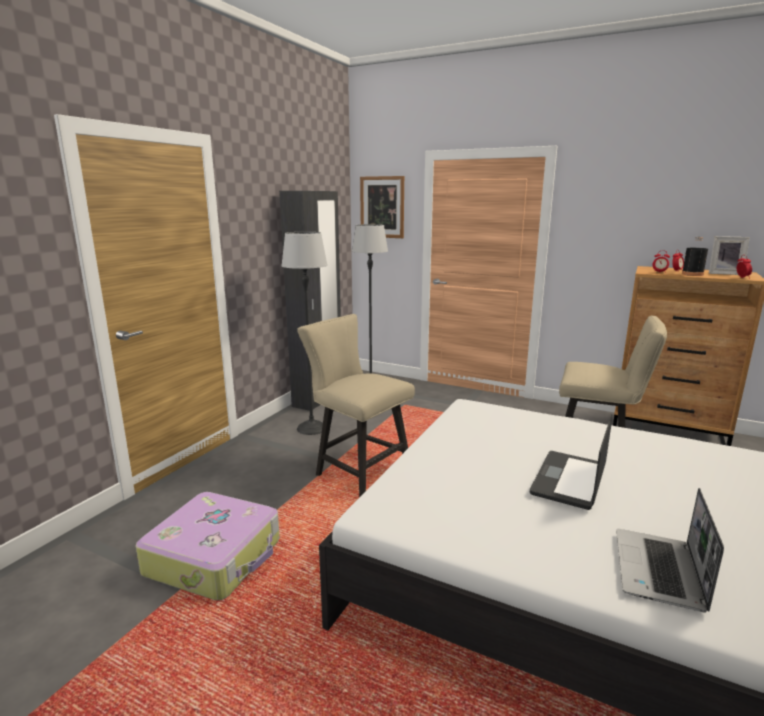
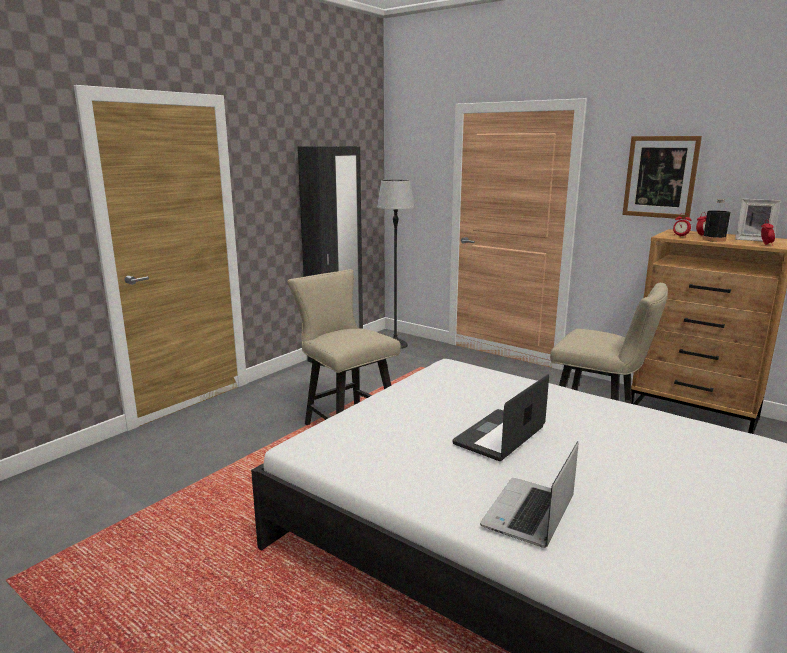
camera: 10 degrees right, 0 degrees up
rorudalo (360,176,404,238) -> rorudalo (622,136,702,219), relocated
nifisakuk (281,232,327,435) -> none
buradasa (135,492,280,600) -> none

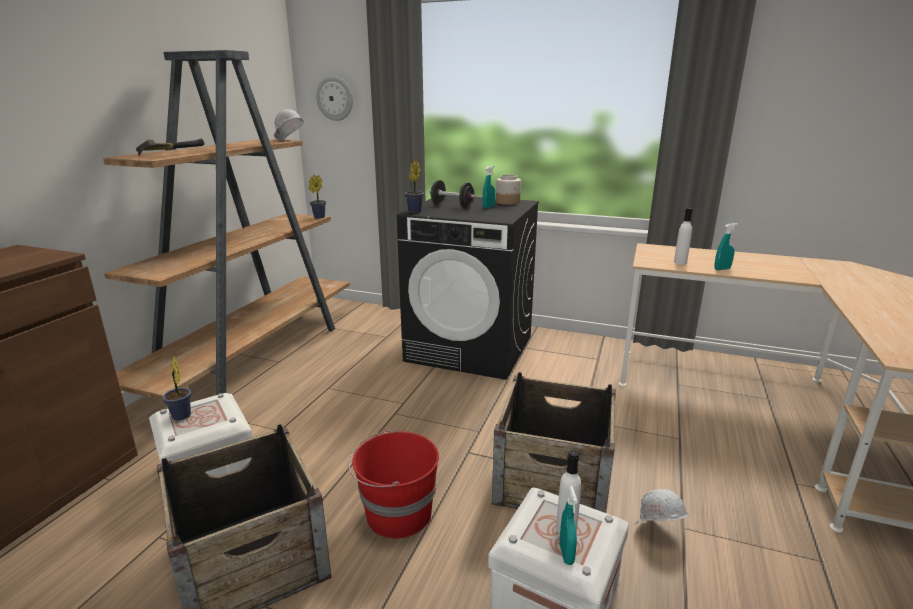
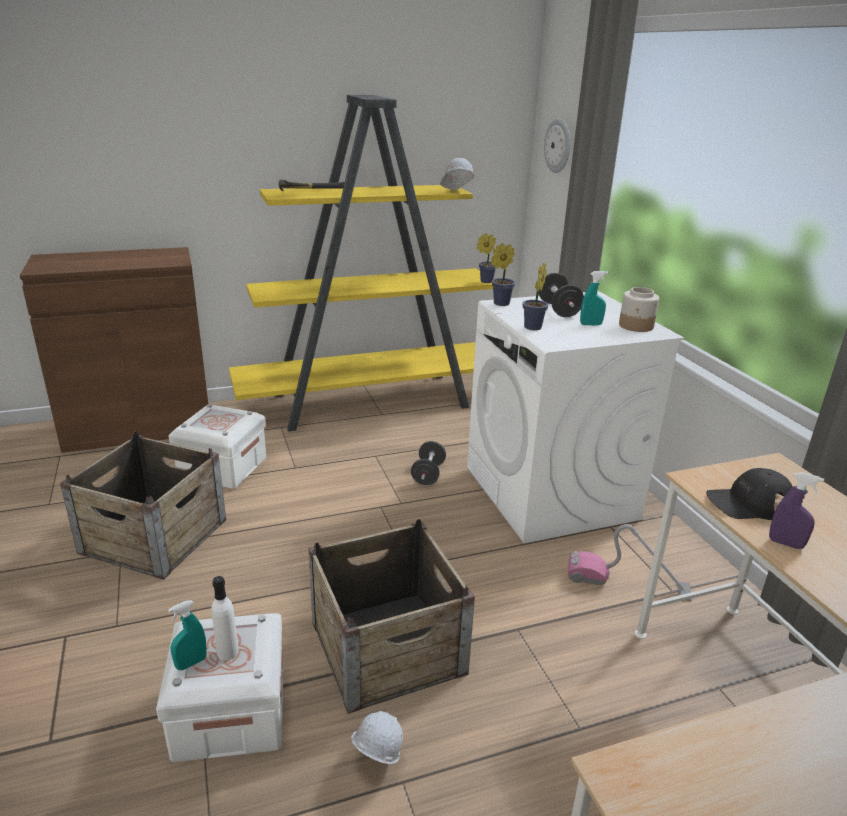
camera: 50 degrees right, 5 degrees up
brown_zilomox (103,50,350,401) -> yellow_zilomox (229,95,493,432)
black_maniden (397,195,539,380) -> white_maniden (467,291,684,543)
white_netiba (674,208,693,265) -> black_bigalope (706,468,793,520)
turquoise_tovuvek (714,223,738,270) -> purple_tovuvek (769,472,824,549)
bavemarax (163,355,191,421) -> bavemarax (523,263,548,330), relocated
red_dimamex (348,429,439,539) -> none
none -> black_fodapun (411,441,446,485)
none -> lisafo (568,524,692,602)

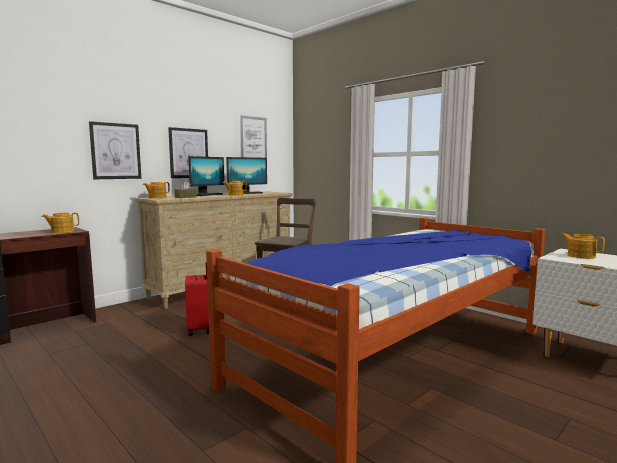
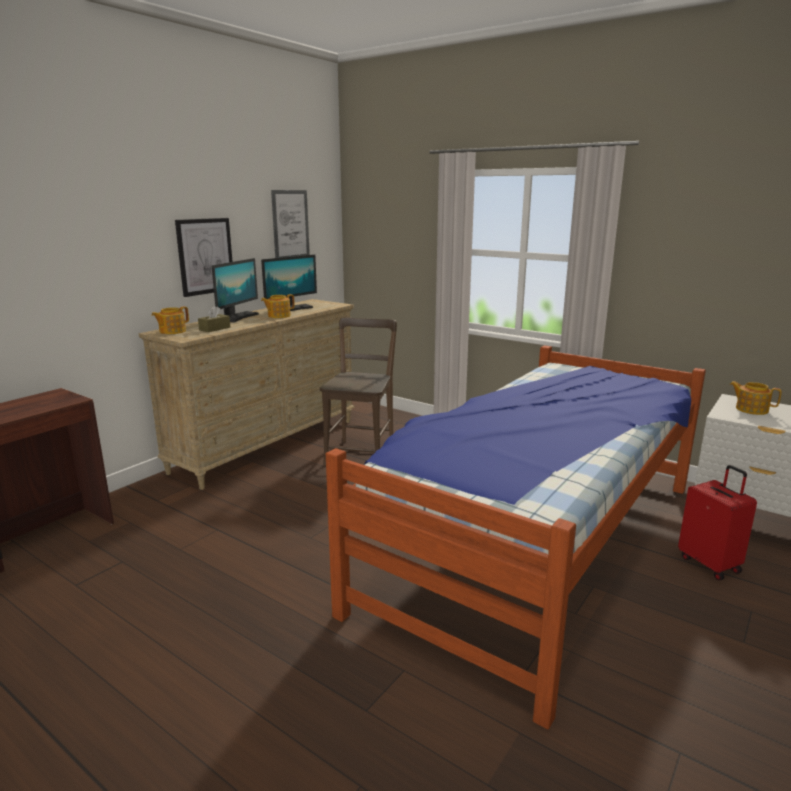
camera: 10 degrees left, 10 degrees up
rorudalo (89,121,141,179) -> none
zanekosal (42,213,79,233) -> none
red_buradasa (185,262,209,336) -> red_buradasa (678,465,757,580), relocated

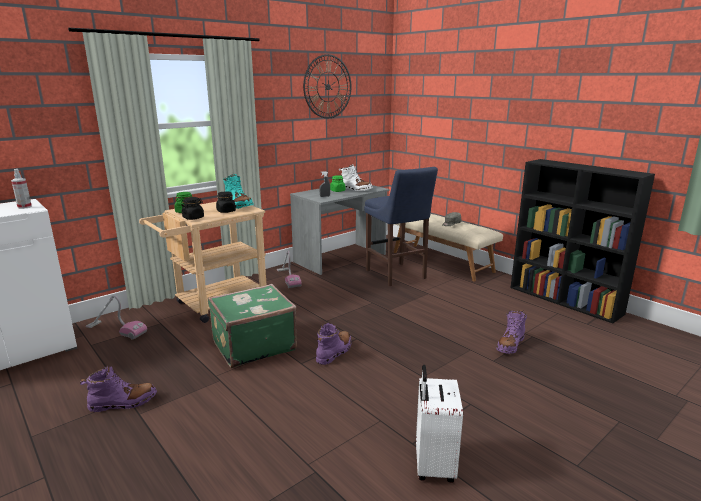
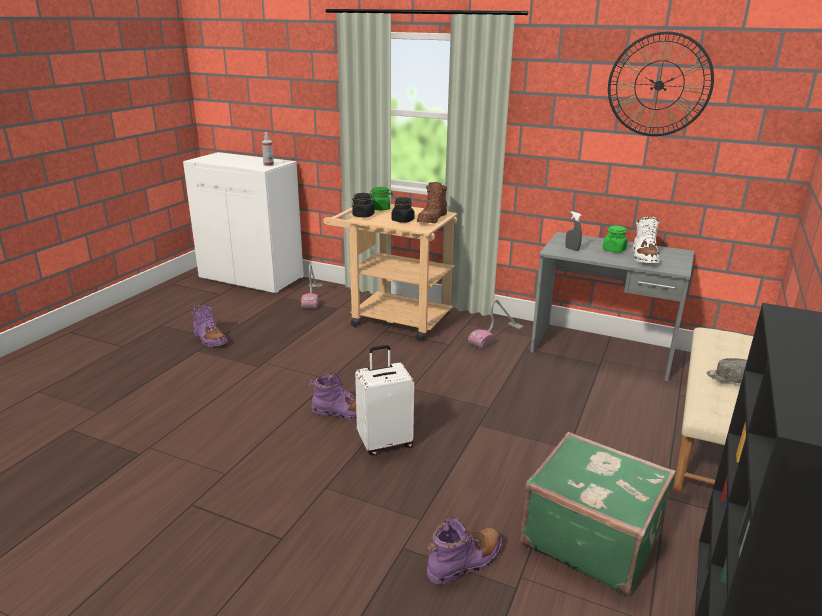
camera: 65 degrees right, 5 degrees up
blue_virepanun (364,167,438,286) -> none
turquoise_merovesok (223,174,254,209) -> brown_merovesok (417,182,447,223)
green_buradasa (208,284,297,368) -> green_buradasa (520,432,676,596), relocated
purple_merovesok (497,310,527,354) -> purple_merovesok (427,517,502,585), 135 degrees clockwise
white_buradasa (416,365,463,482) -> white_buradasa (355,345,414,455), relocated

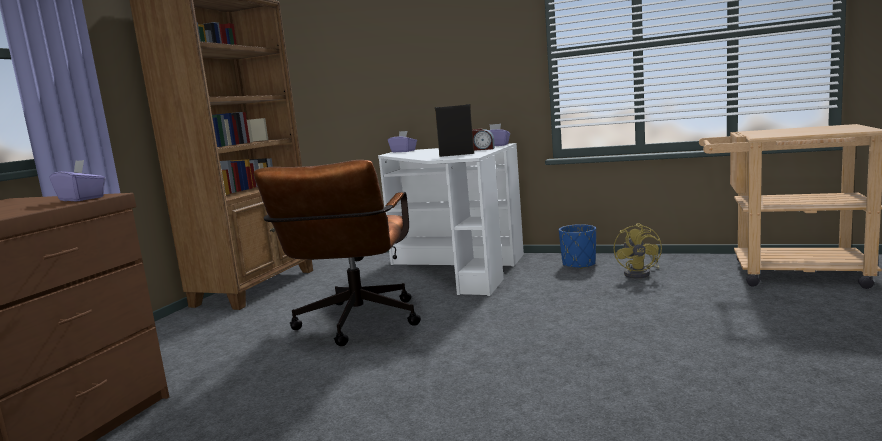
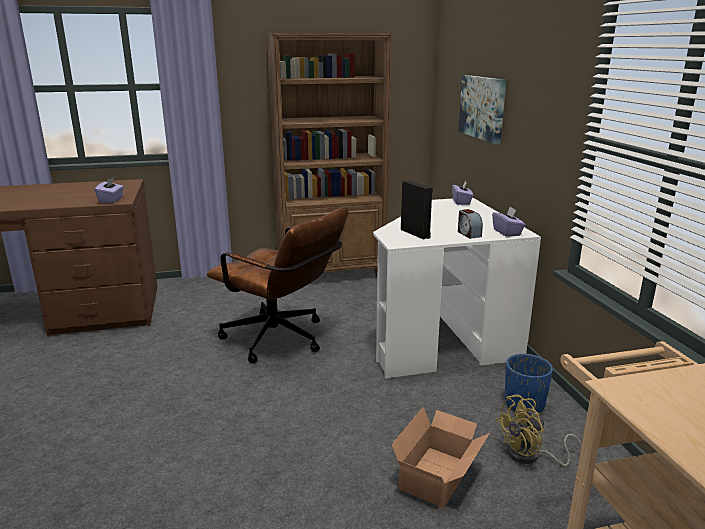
camera: 55 degrees right, 10 degrees up
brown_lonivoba (253,160,421,346) -> brown_lonivoba (207,207,349,363), 120 degrees counterclockwise
none -> rorudalo (458,75,506,144)
none -> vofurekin (391,407,490,508)

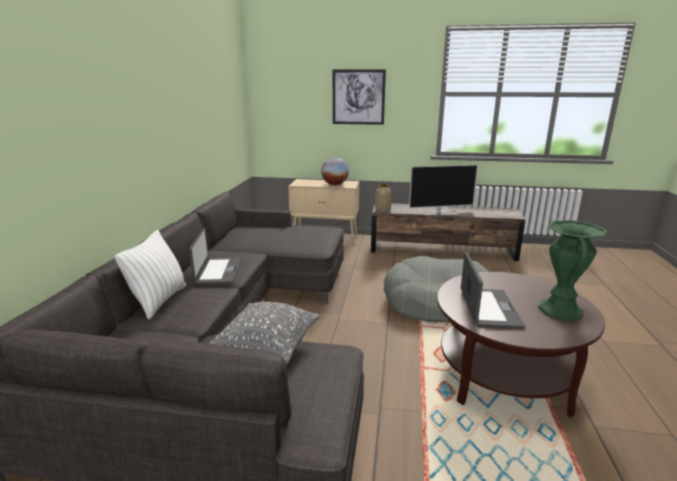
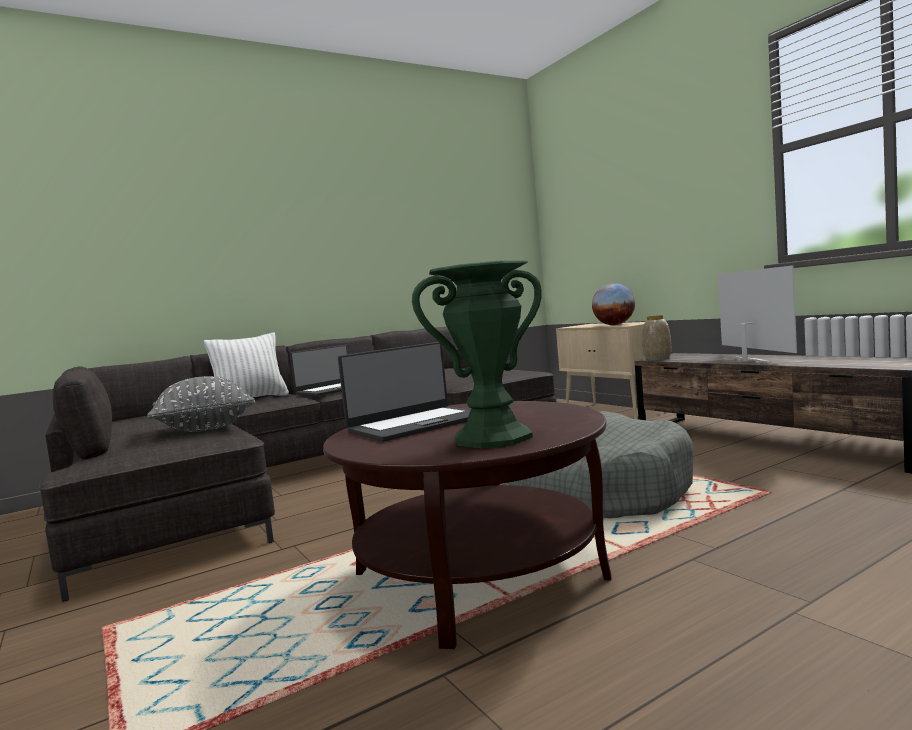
camera: 50 degrees right, 15 degrees down
rorudalo (333,69,386,125) -> none
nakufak (409,164,478,213) -> nakufak (718,265,797,363), 135 degrees counterclockwise

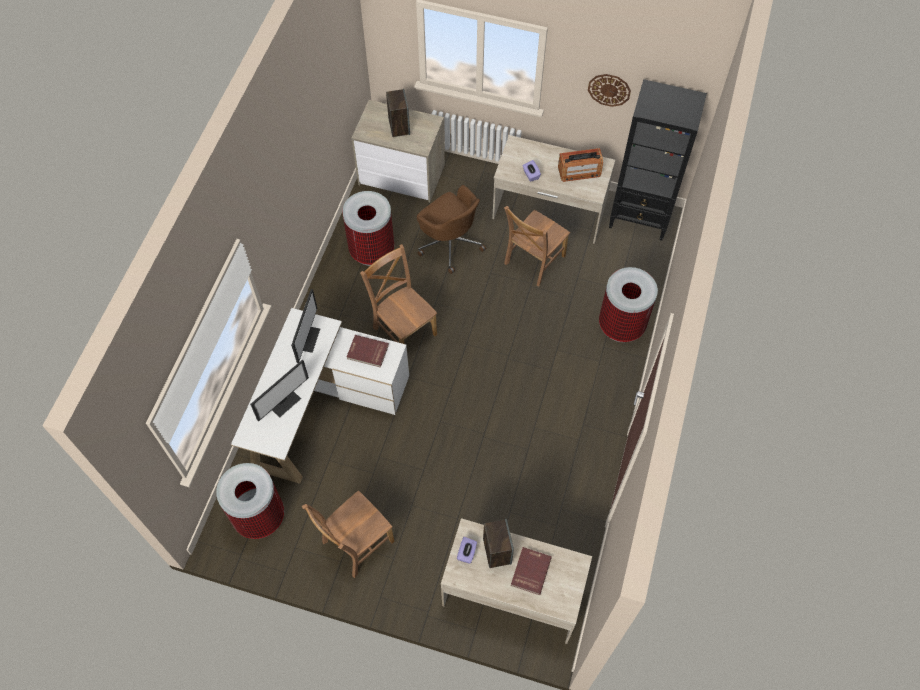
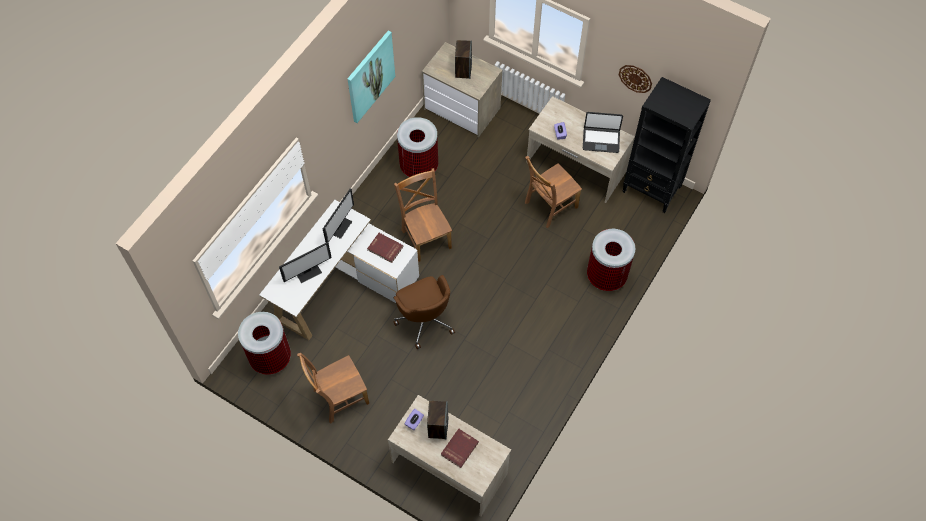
camera: 15 degrees right, 0 degrees up
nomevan (558,148,603,182) -> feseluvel (583,112,623,153)
brown_lonivoba (417,185,486,274) -> brown_lonivoba (393,275,455,349), relocated
none -> rorudalo (347,31,395,123)

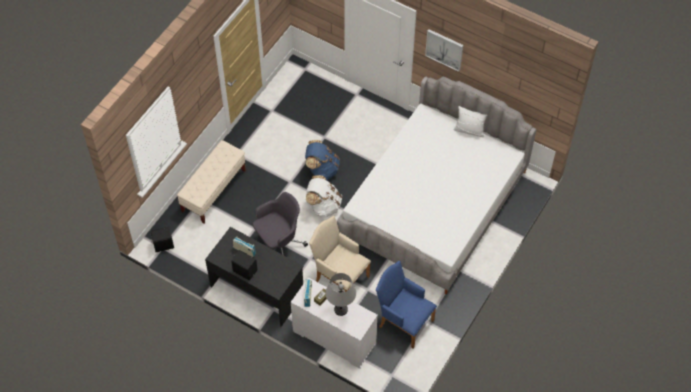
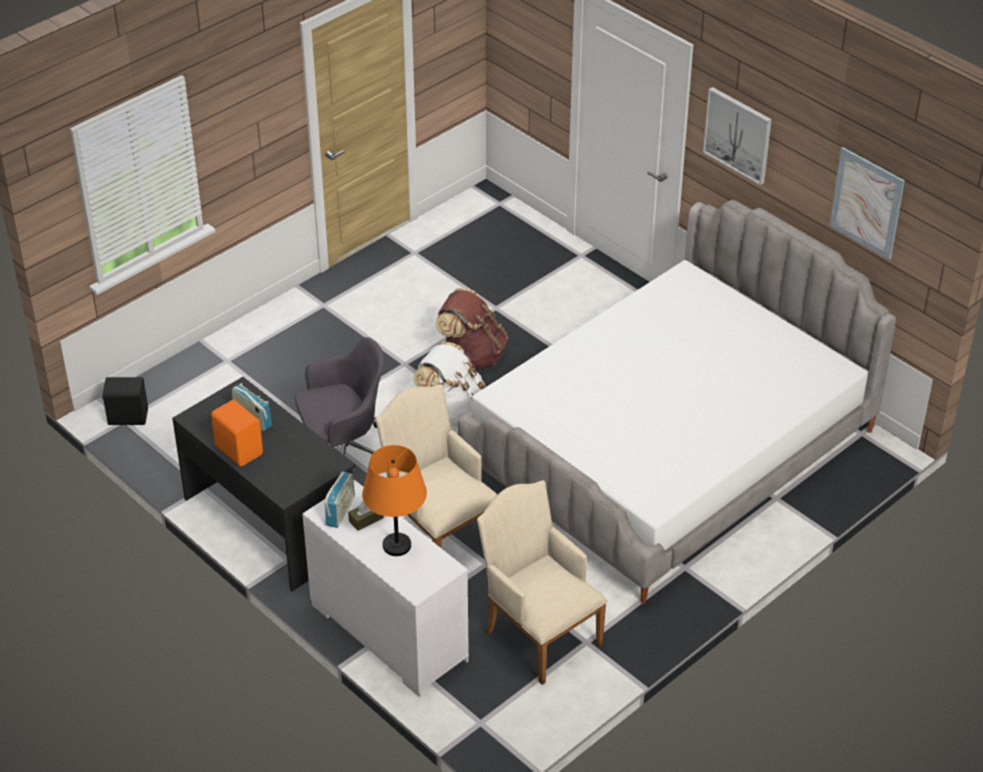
camera: 15 degrees right, 15 degrees down
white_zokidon (454,106,487,137) -> none
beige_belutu (177,140,246,224) -> none
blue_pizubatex (305,140,340,180) -> brown_pizubatex (435,288,508,369)
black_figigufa (231,250,257,280) -> orange_figigufa (211,400,263,467)
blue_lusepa (376,261,437,348) -> beige_lusepa (477,480,608,685)
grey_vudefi (326,273,356,316) -> orange_vudefi (362,445,427,556)
none -> rorudalo (830,147,905,260)

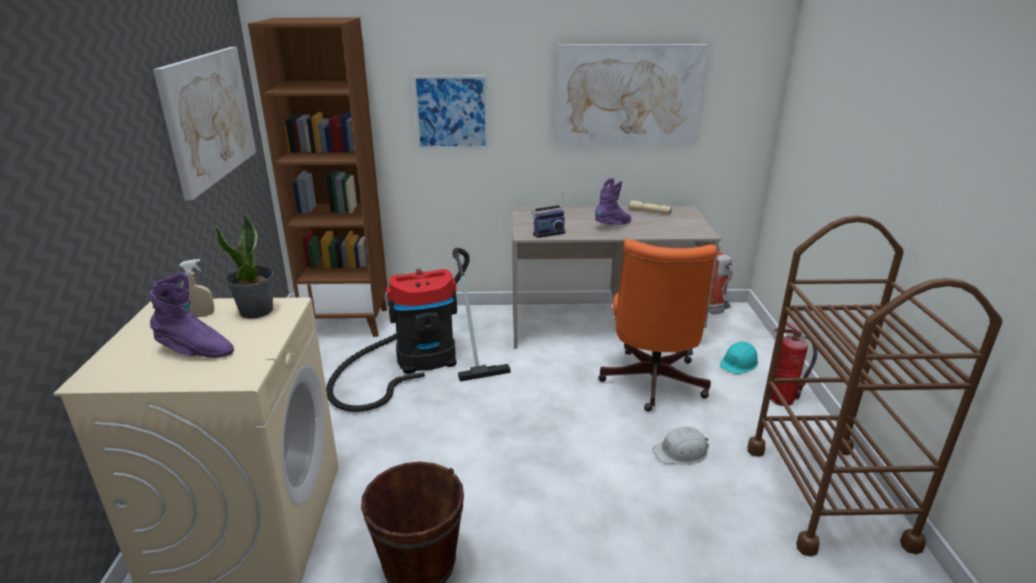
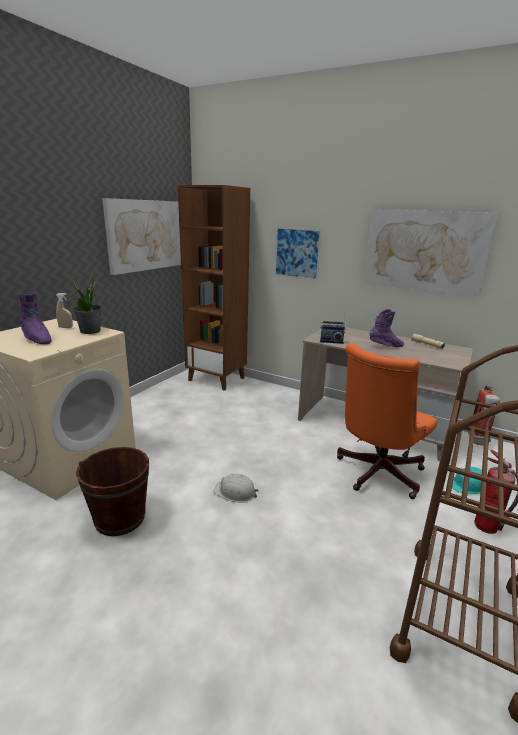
camera: 30 degrees right, 5 degrees down
lisafo (326,248,510,412) -> none
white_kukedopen (652,427,709,464) -> white_kukedopen (213,473,259,503), relocated

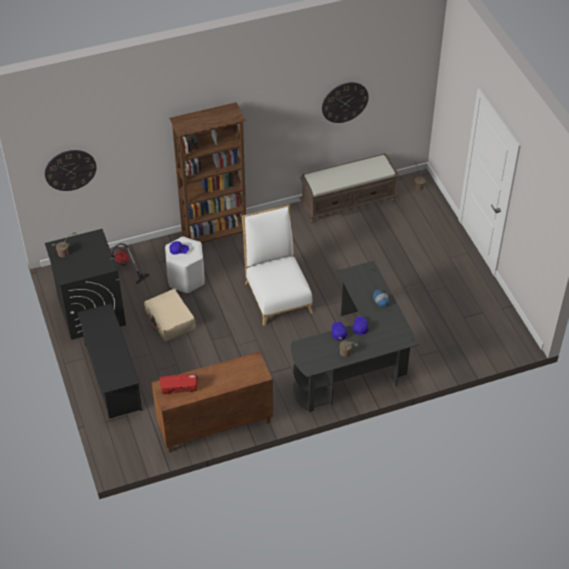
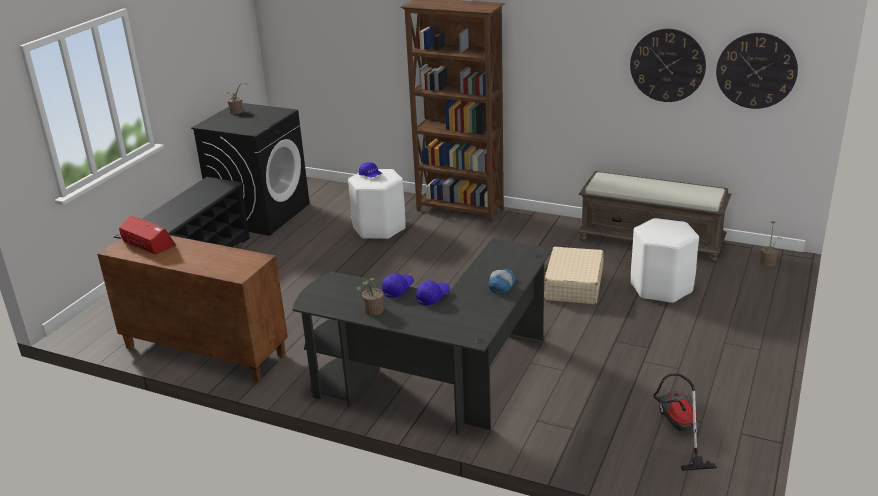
camera: 45 degrees right, 20 degrees down
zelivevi (45,150,97,191) -> zelivevi (716,33,798,109), relocated
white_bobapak (242,205,313,326) -> none
lisafo (110,243,150,284) -> lisafo (654,373,717,471), relocated
beige_buradasa (144,289,196,341) -> beige_buradasa (544,247,604,304), relocated
none -> white_virepanun (631,218,699,303)

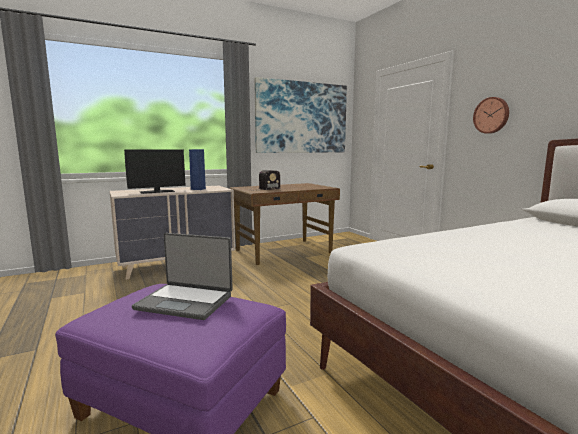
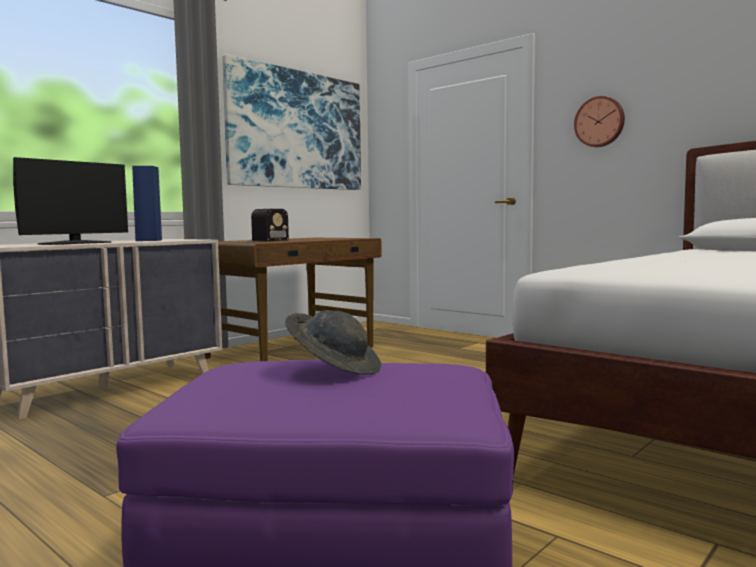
camera: 20 degrees left, 5 degrees down
feseluvel (132,233,233,320) -> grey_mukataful (285,310,382,375)

